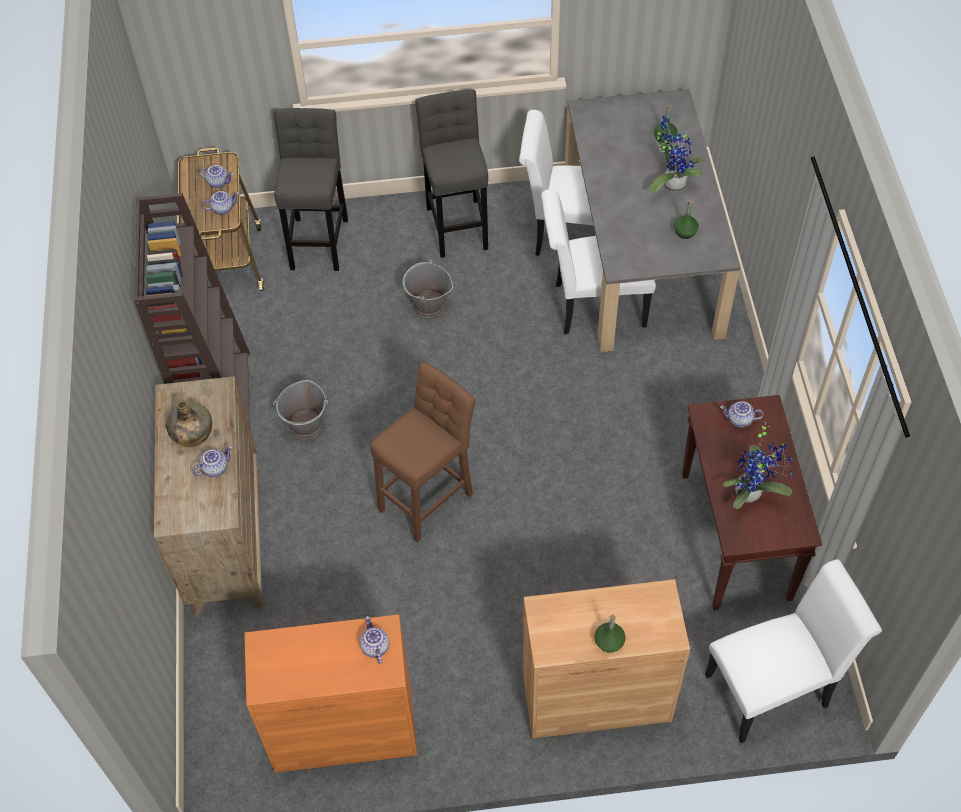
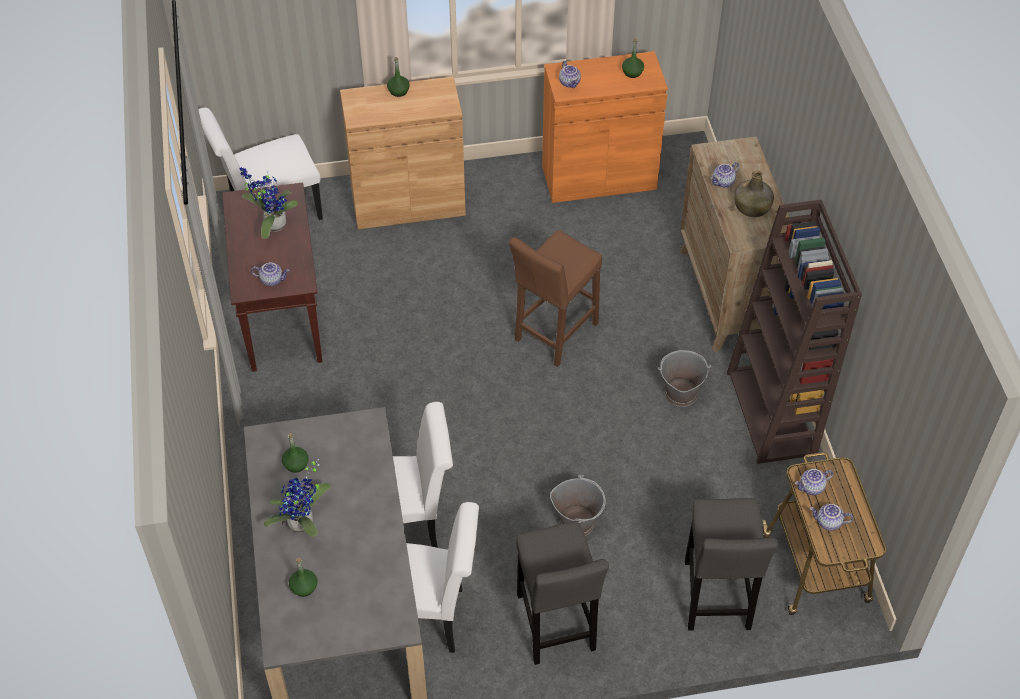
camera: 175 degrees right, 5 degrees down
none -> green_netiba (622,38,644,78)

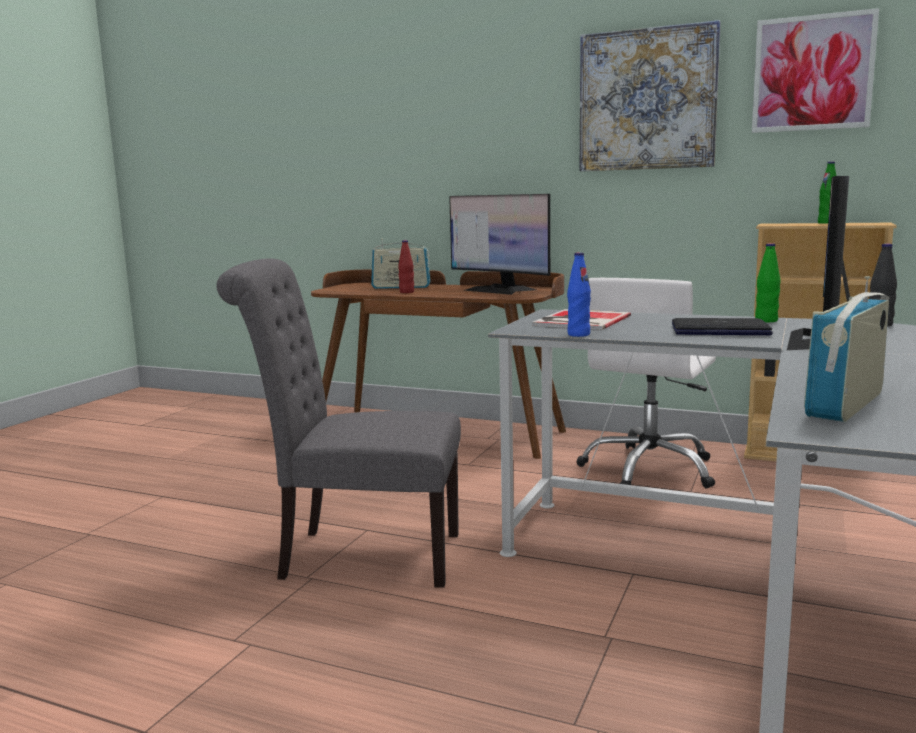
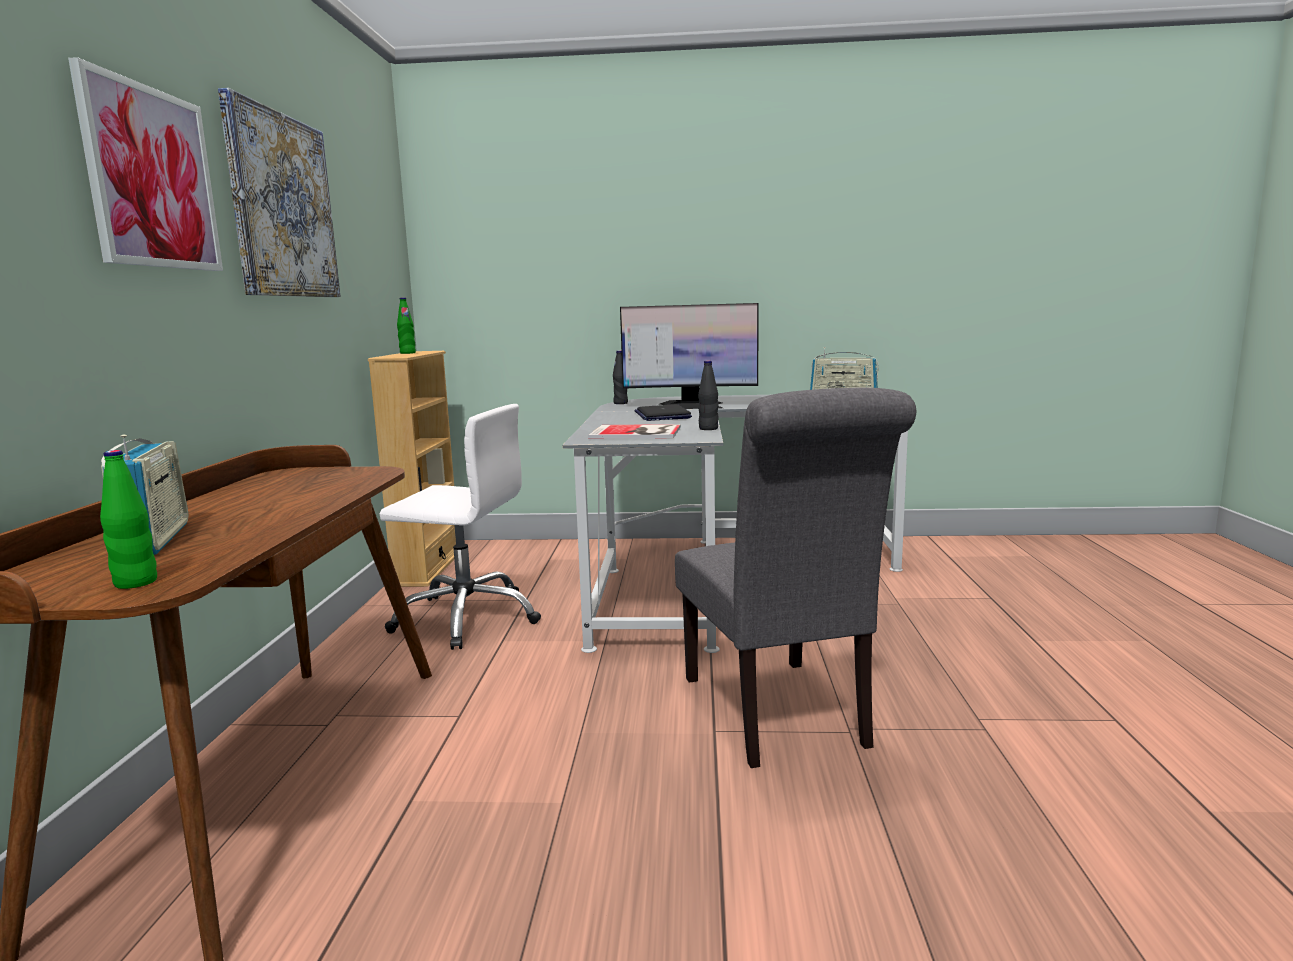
camera: 110 degrees left, 0 degrees up
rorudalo (752,8,879,133) -> rorudalo (68,57,223,271), relocated
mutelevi (449,194,550,295) -> none
red_netiba (398,240,414,293) -> none
green_netiba (755,243,781,322) -> green_netiba (100,450,157,589), relocated
blue_netiba (567,253,591,337) -> black_netiba (698,361,719,430)

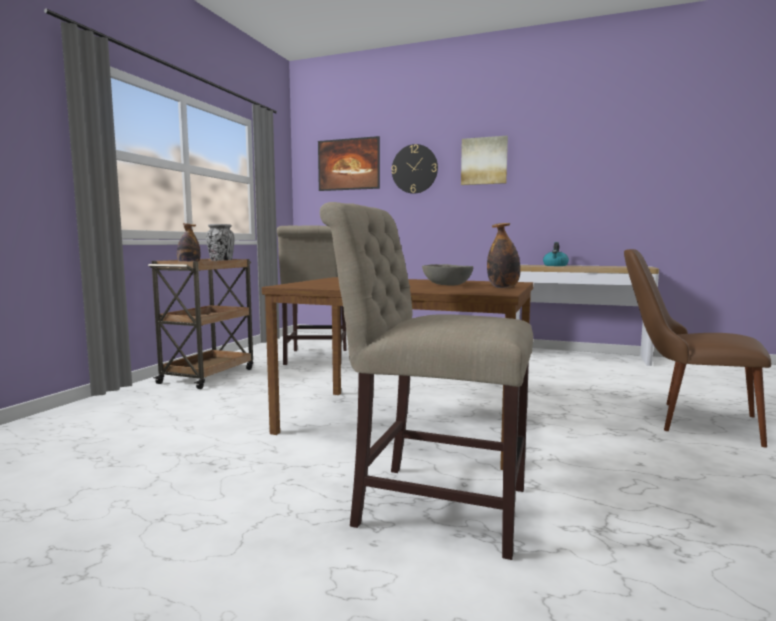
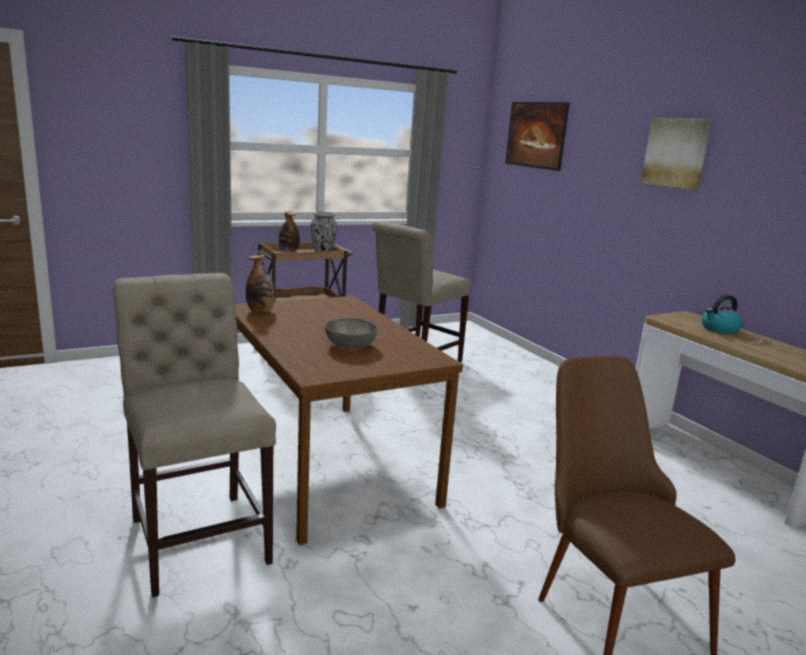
camera: 40 degrees right, 10 degrees up
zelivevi (392,144,438,194) -> none
netiba (487,223,521,288) -> netiba (246,255,275,312), relocated

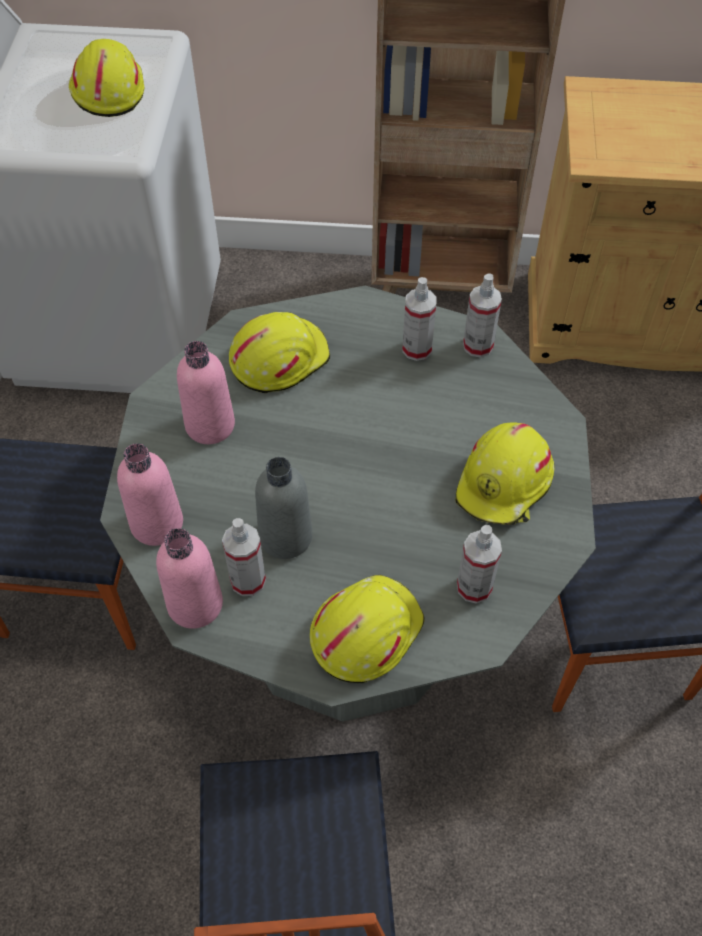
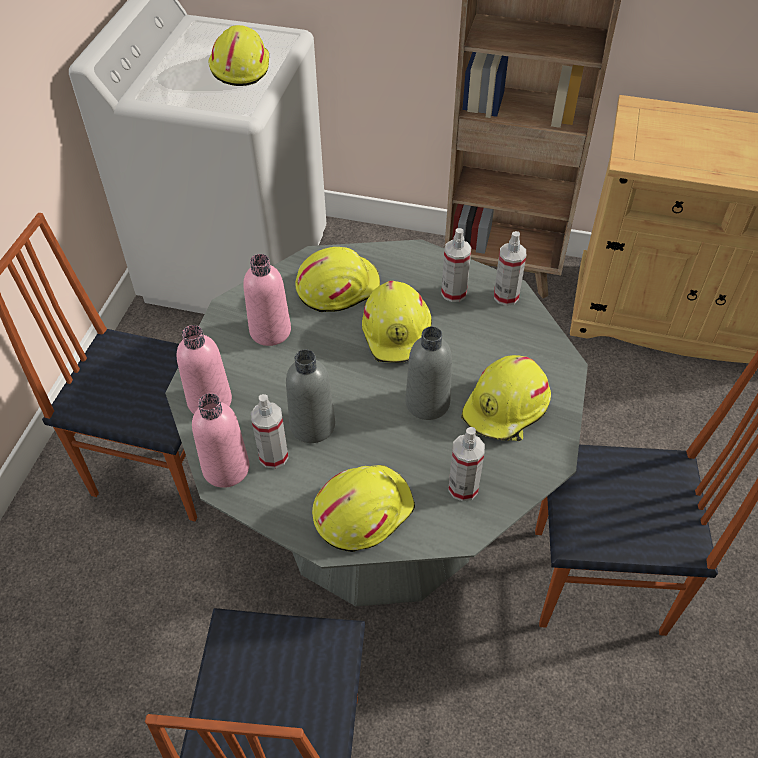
camera: 10 degrees right, 5 degrees down
none -> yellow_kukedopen (362,281,432,363)
none -> grey_netiba (406,326,452,420)

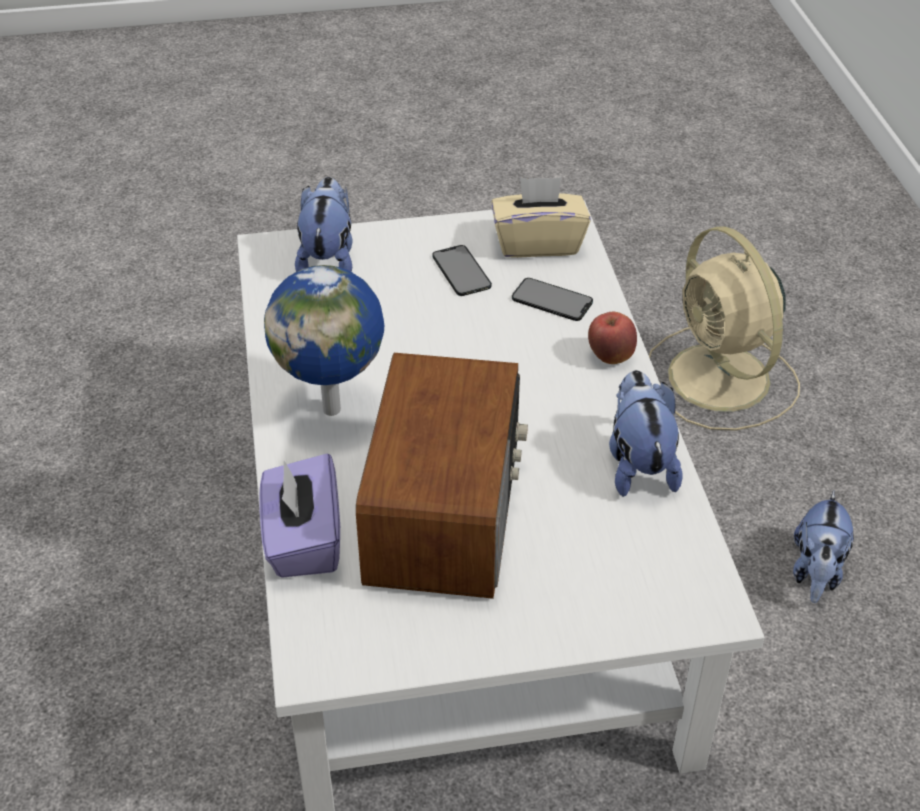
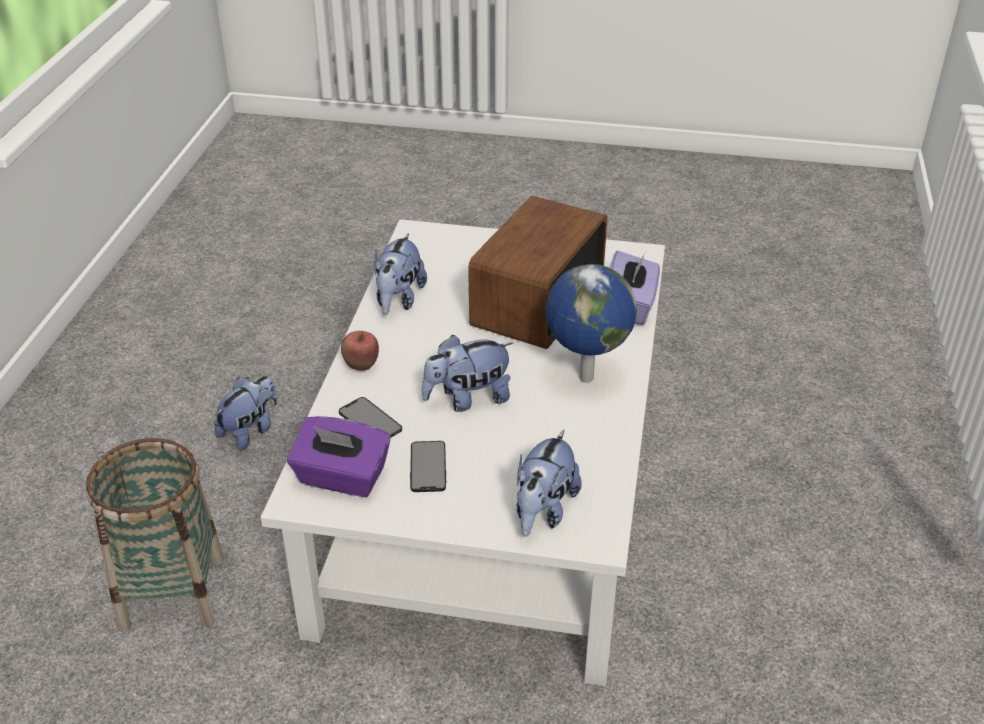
camera: 160 degrees left, 5 degrees down
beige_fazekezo (491,177,591,258) -> purple_fazekezo (287,416,391,497)
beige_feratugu (649,226,800,431) -> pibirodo (86,438,224,632)
none -> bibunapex (422,335,513,412)

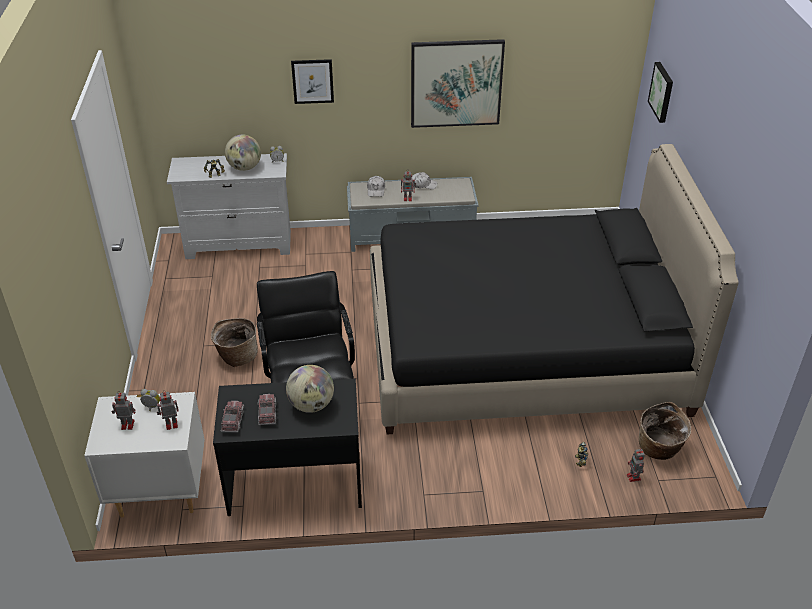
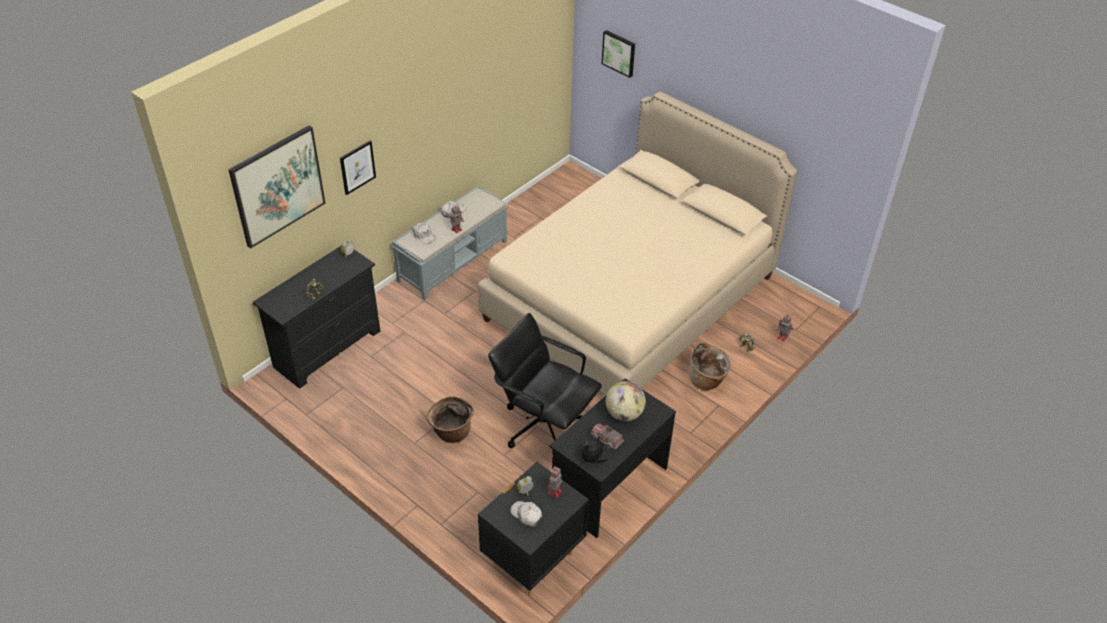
camera: 45 degrees left, 5 degrees up
rorudalo (411,39,505,128) -> rorudalo (228,126,325,249), relocated
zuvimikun (225,135,261,171) -> none
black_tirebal (370,144,739,434) -> beige_tirebal (478,91,798,396)
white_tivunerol (167,153,291,259) -> black_tivunerol (253,245,380,389)
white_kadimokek (84,392,205,517) -> black_kadimokek (478,462,589,596)
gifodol (111,392,136,430) -> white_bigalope (510,501,542,527)
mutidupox (221,401,244,432) -> bibunapex (581,435,608,463)
pibirodo (639,402,691,460) -> pibirodo (689,342,731,390), relocated

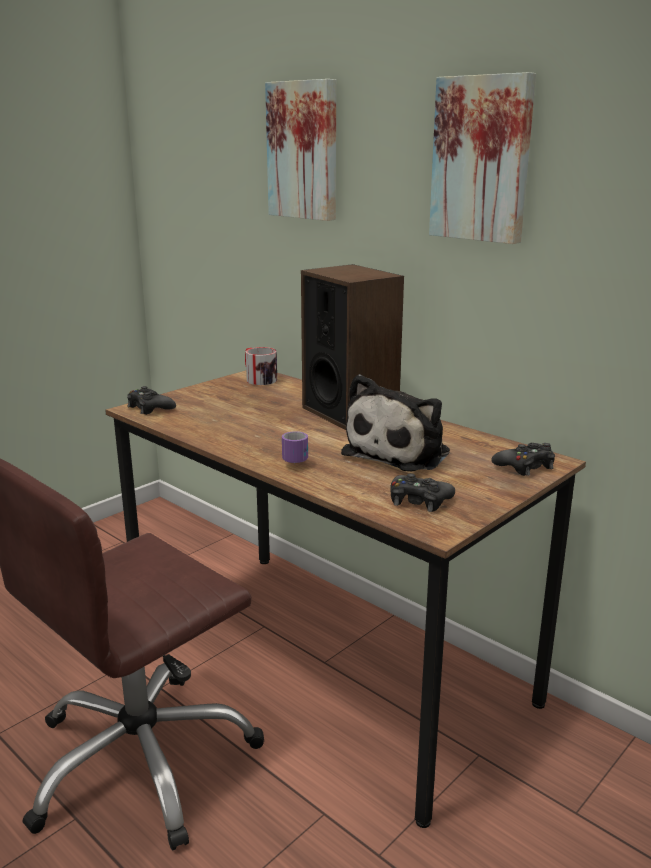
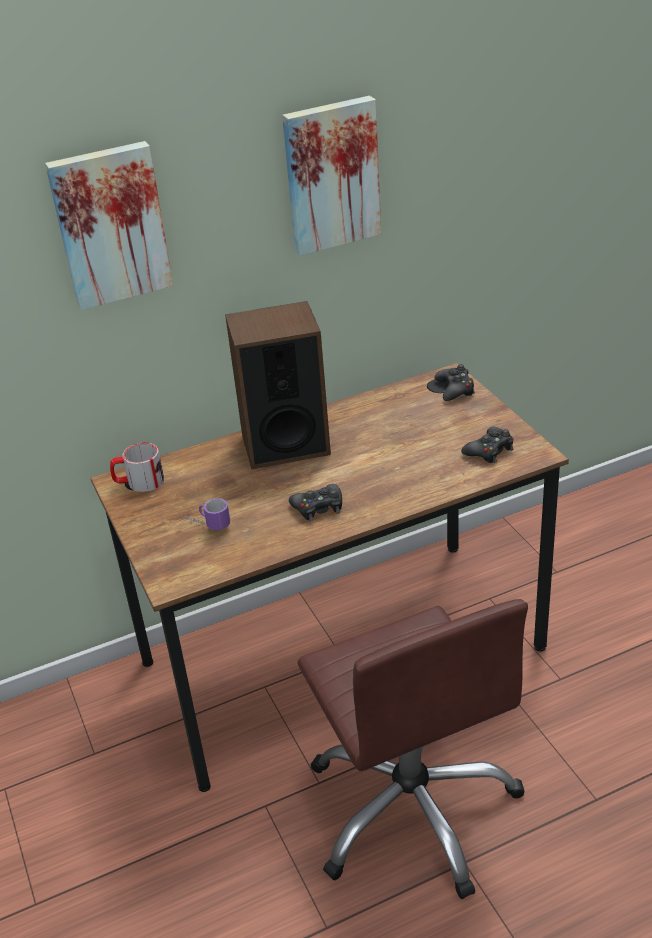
camera: 65 degrees left, 15 degrees up
bibunapex (341,374,450,472) -> none
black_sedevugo (127,386,176,415) -> black_sedevugo (289,484,342,521), relocated
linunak (282,431,308,464) -> linunak (184,498,230,530), relocated

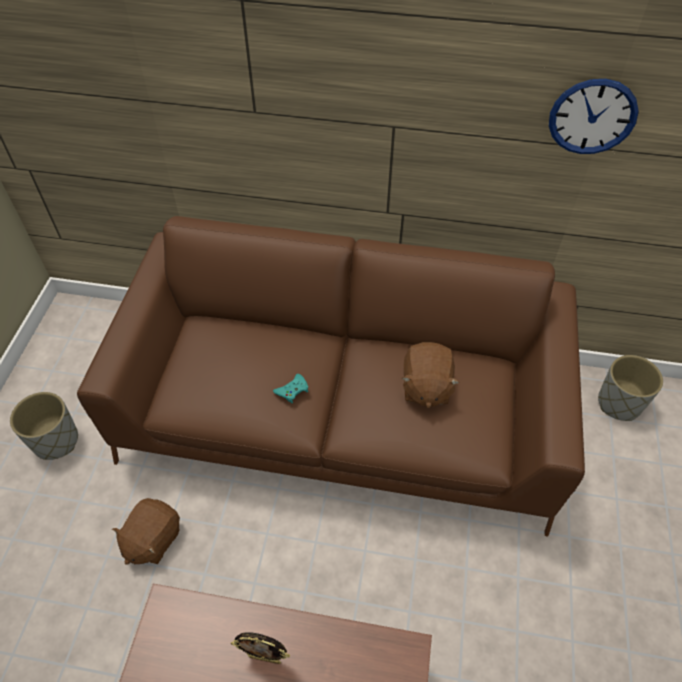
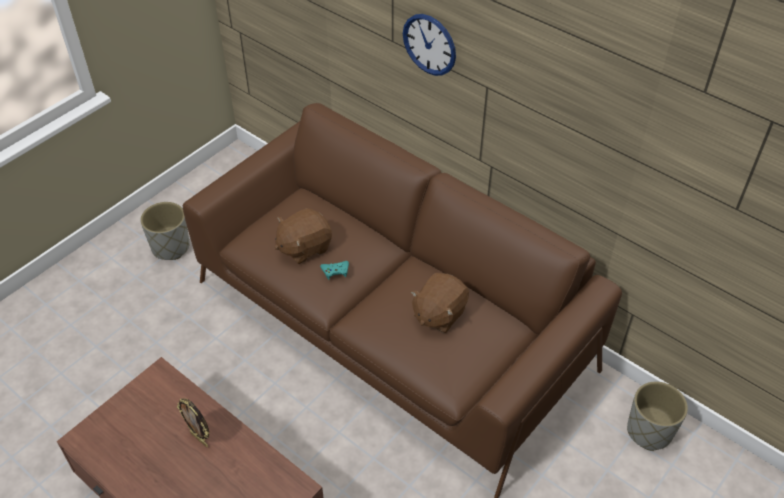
camera: 30 degrees right, 5 degrees down
zelivevi (549,79,639,154) -> zelivevi (403,14,456,76), relocated
brown_bibunapex (112,498,180,565) -> brown_bibunapex (275,208,332,264), relocated

